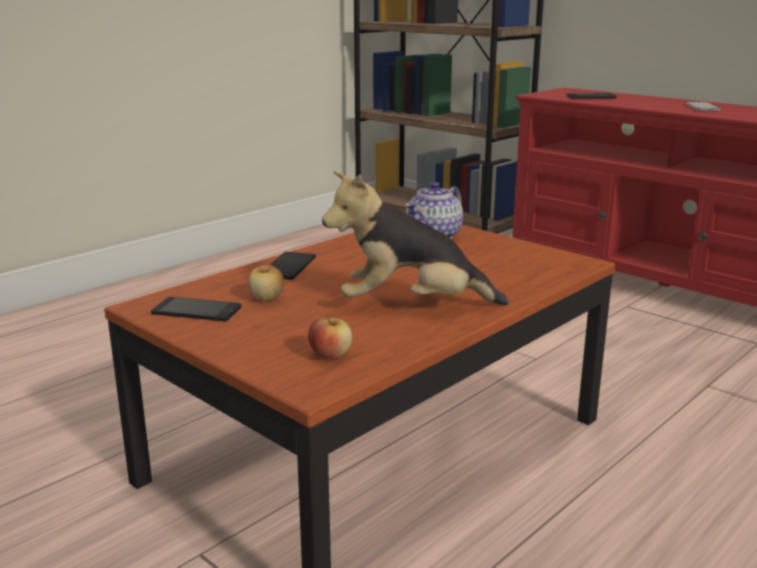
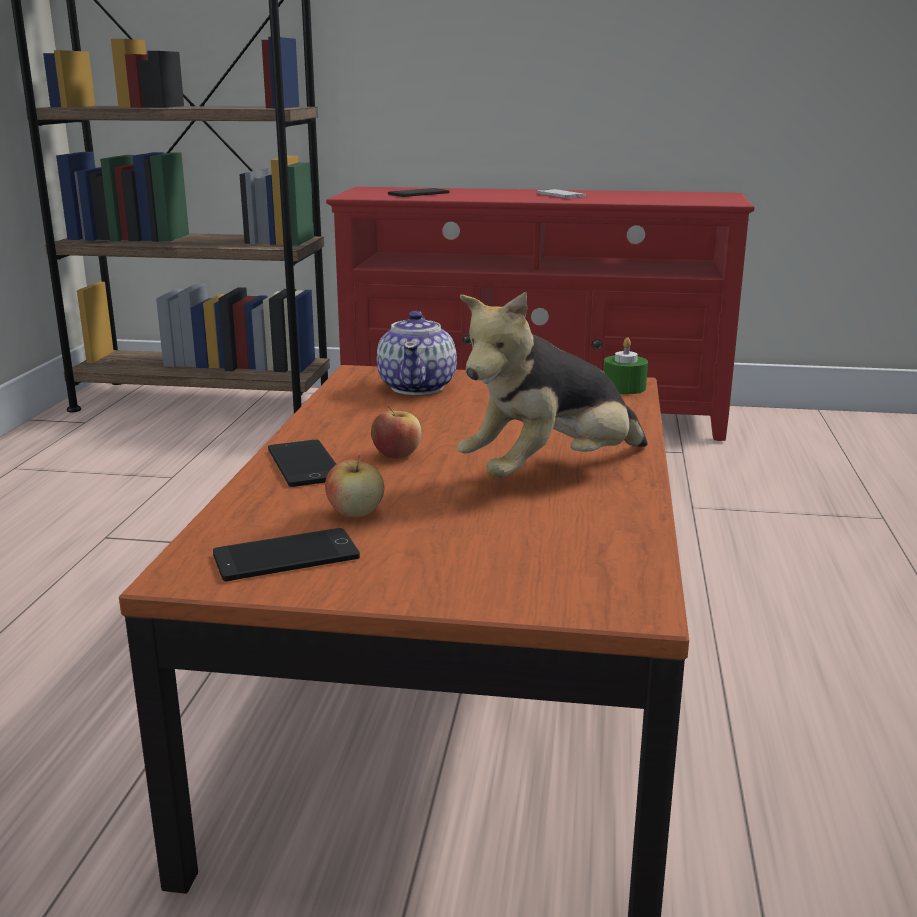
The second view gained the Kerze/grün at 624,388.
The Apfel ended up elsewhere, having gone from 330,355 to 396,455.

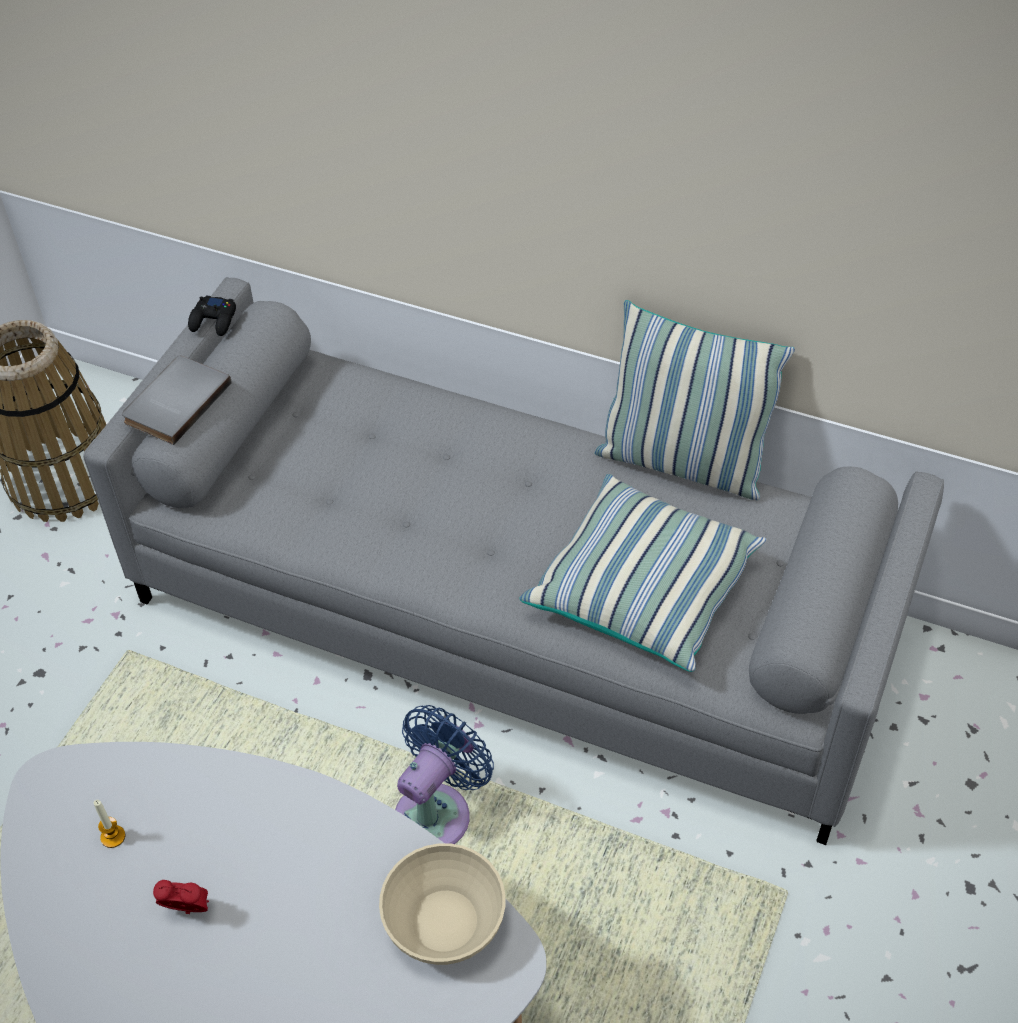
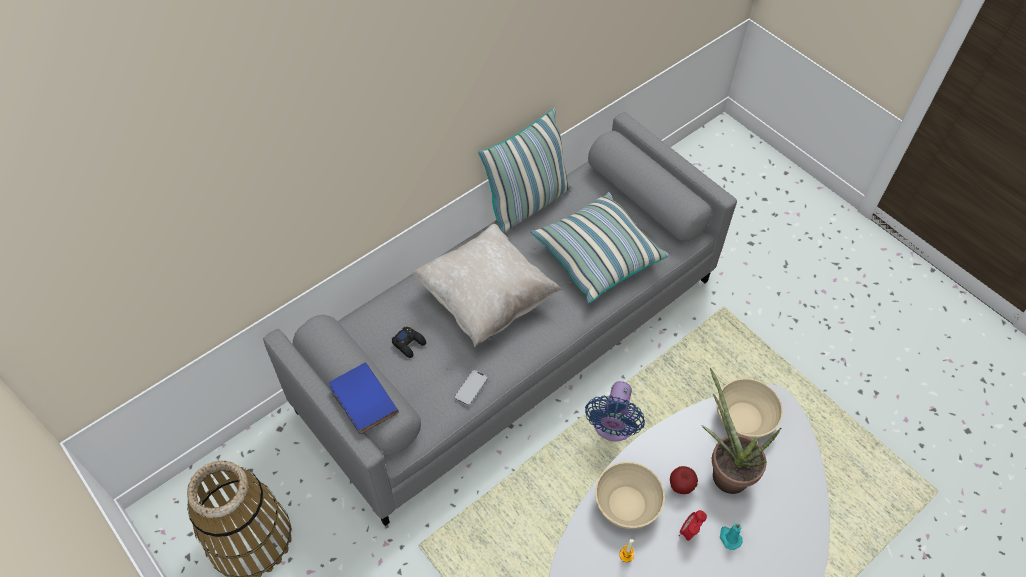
The second view gained the Kissen/beige at 486,299.
The second view gained the Handy at 471,388.
The second view gained the Schüssel/beige at 627,504.
The second view gained the Apfel at 680,487.
The second view gained the Topfpflanze at 724,470.
The second view gained the Kerze/türkis at 729,537.
The Gamepad/schwarz ended up elsewhere, having gone from 214,321 to 409,344.
What was the Buch/grau at 174,401 turned into the Buch/blau at 361,400.
The Ventilator/blau at 437,811 ended up facing another way, 135 degrees counterclockwise from before.

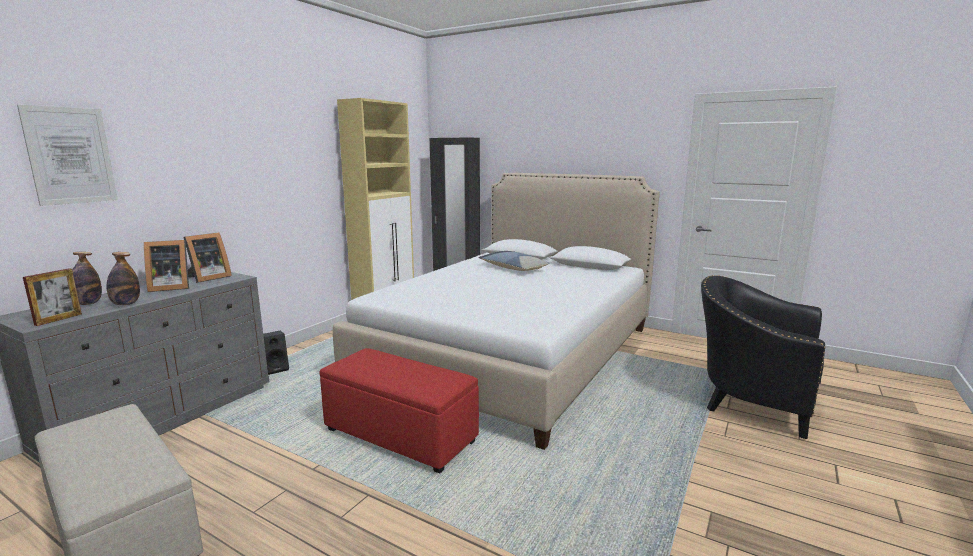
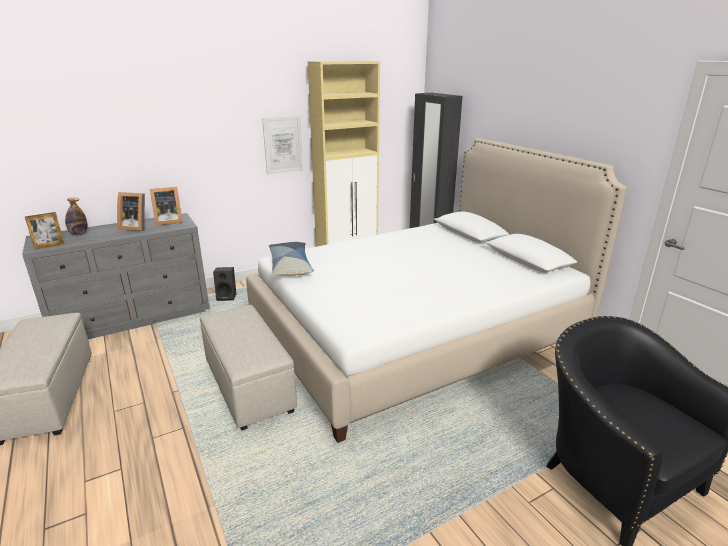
The second view lost the Flasche at 126,304.
The Bild ended up elsewhere, having gone from 70,156 to 283,145.
The Kissen ended up elsewhere, having gone from 513,268 to 290,266.
What was the Polsterhocker/rot at 401,436 turned into the Polsterhocker/beige at 249,386.

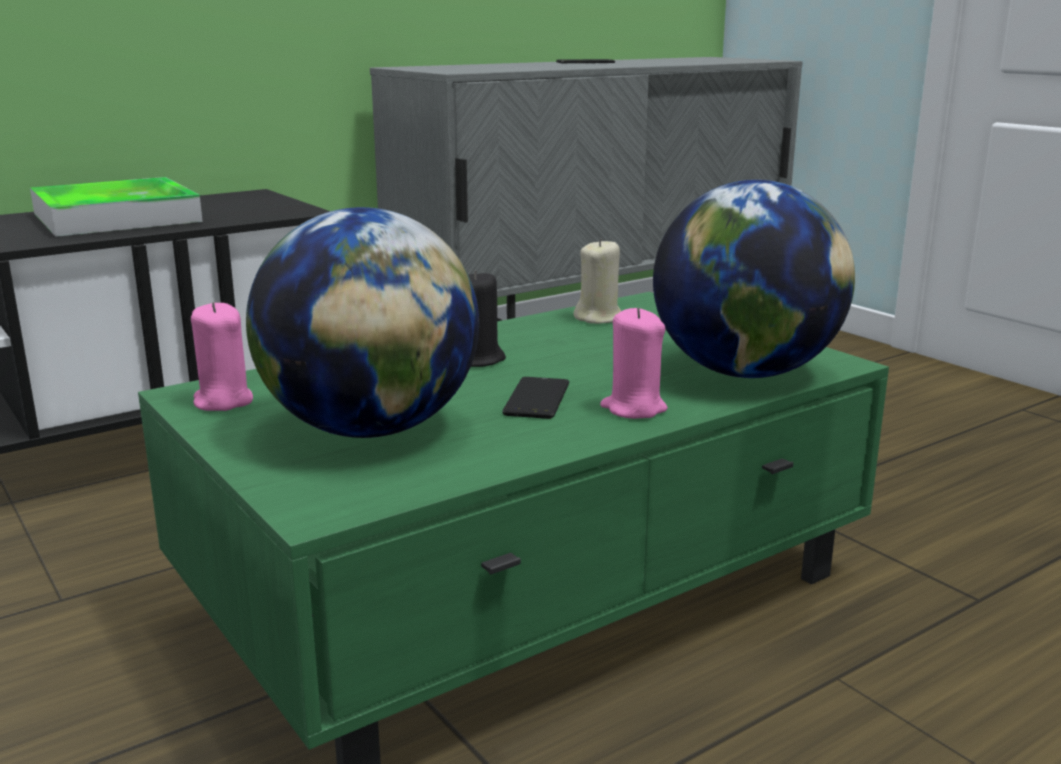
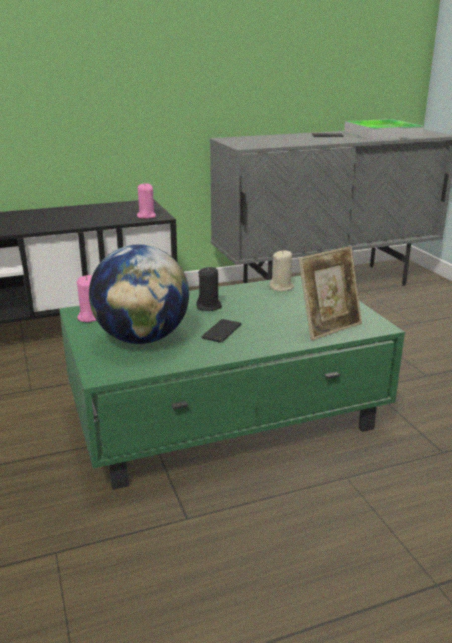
The Tablett ended up elsewhere, having gone from 116,217 to 382,134.
The Kerze/rosa ended up elsewhere, having gone from 633,408 to 146,216.
Where the Globus stood at 744,372, the Bilderrahmen came to stand at 328,327.

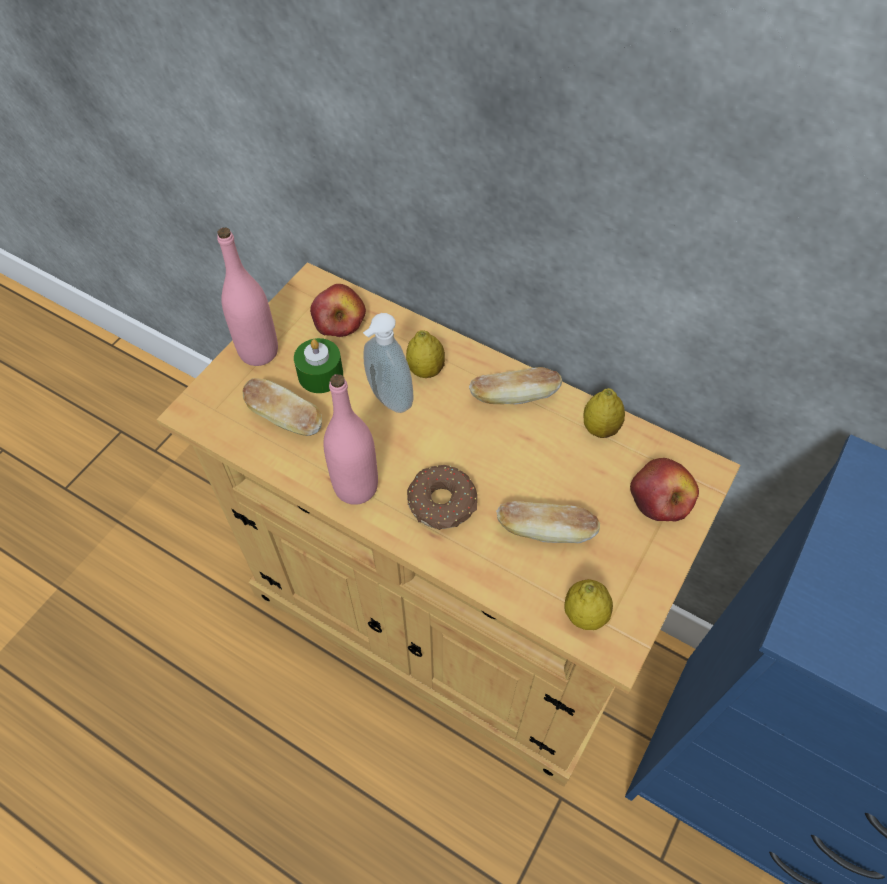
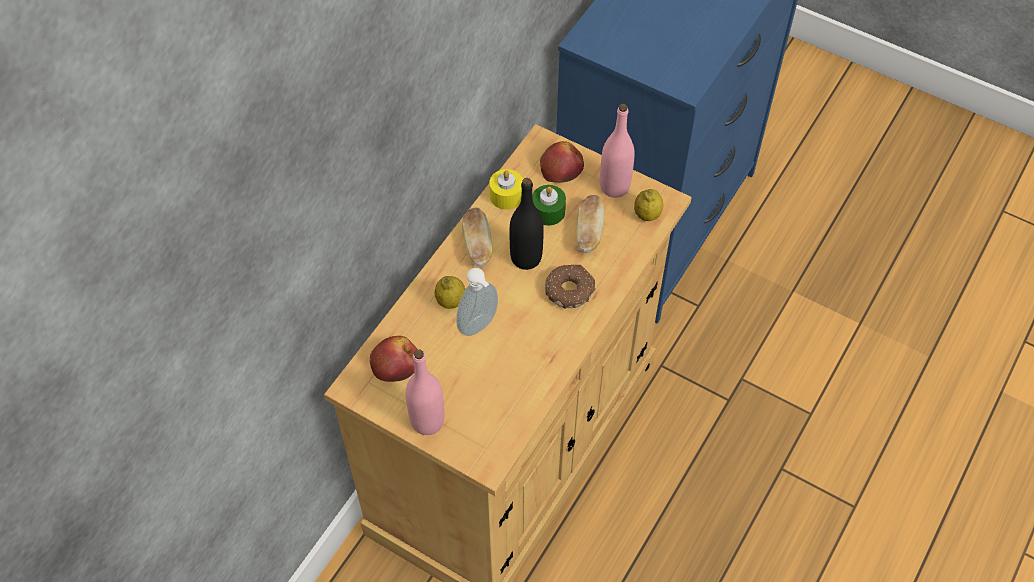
The second view lost the Brot at 285,418.
The second view gained the Flasche/schwarz at 526,258.
The Kerze/grün ended up elsewhere, having gone from 320,375 to 548,211.
The Flasche/rosa ended up elsewhere, having gone from 356,487 to 614,187.
Where the Zitrone stood at 600,428, the Kerze/gelb came to stand at 506,196.

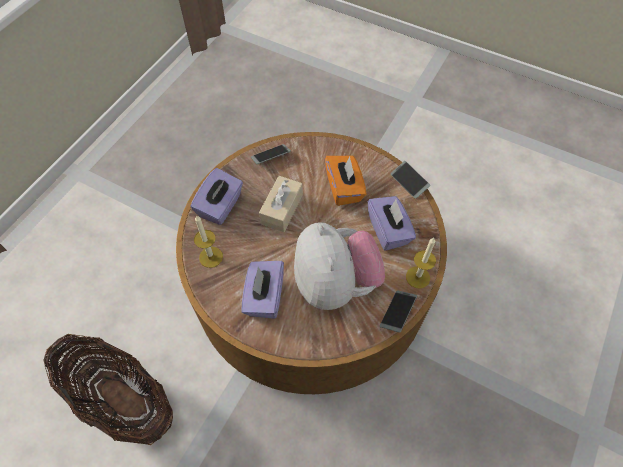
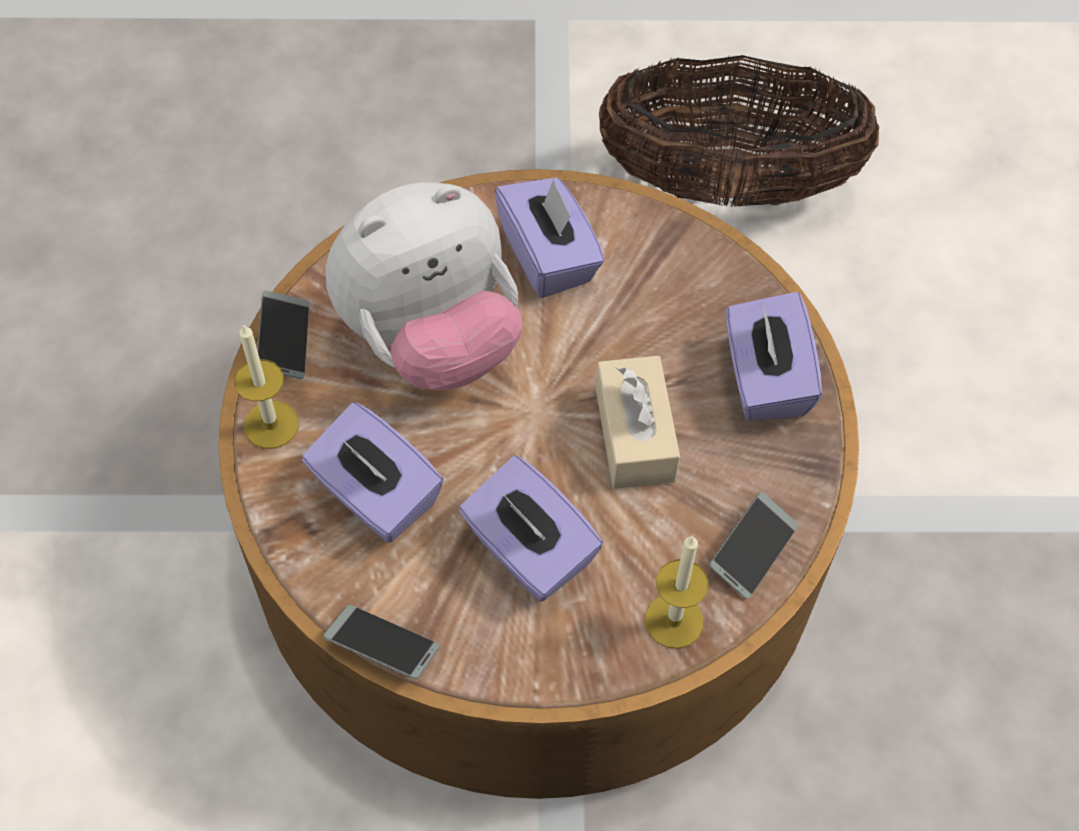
The Kerze ended up elsewhere, having gone from 211,257 to 674,621.
What was the Taschentuchbox/orange at 344,188 turned into the Taschentuchbox/lila at 528,551.
The Plüschtier at 335,283 ended up facing another way, 75 degrees counterclockwise from before.

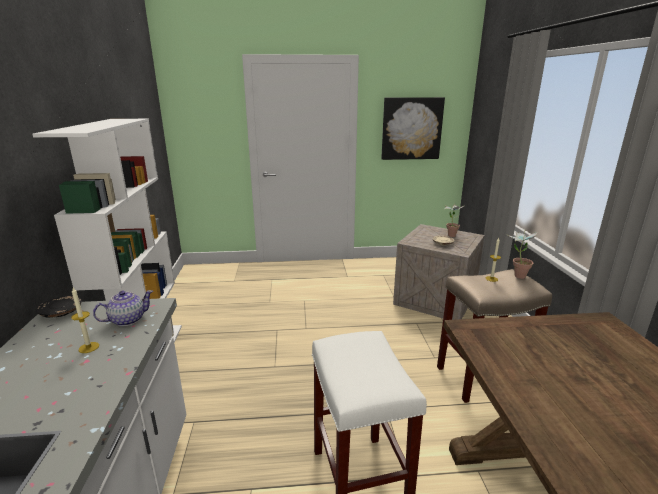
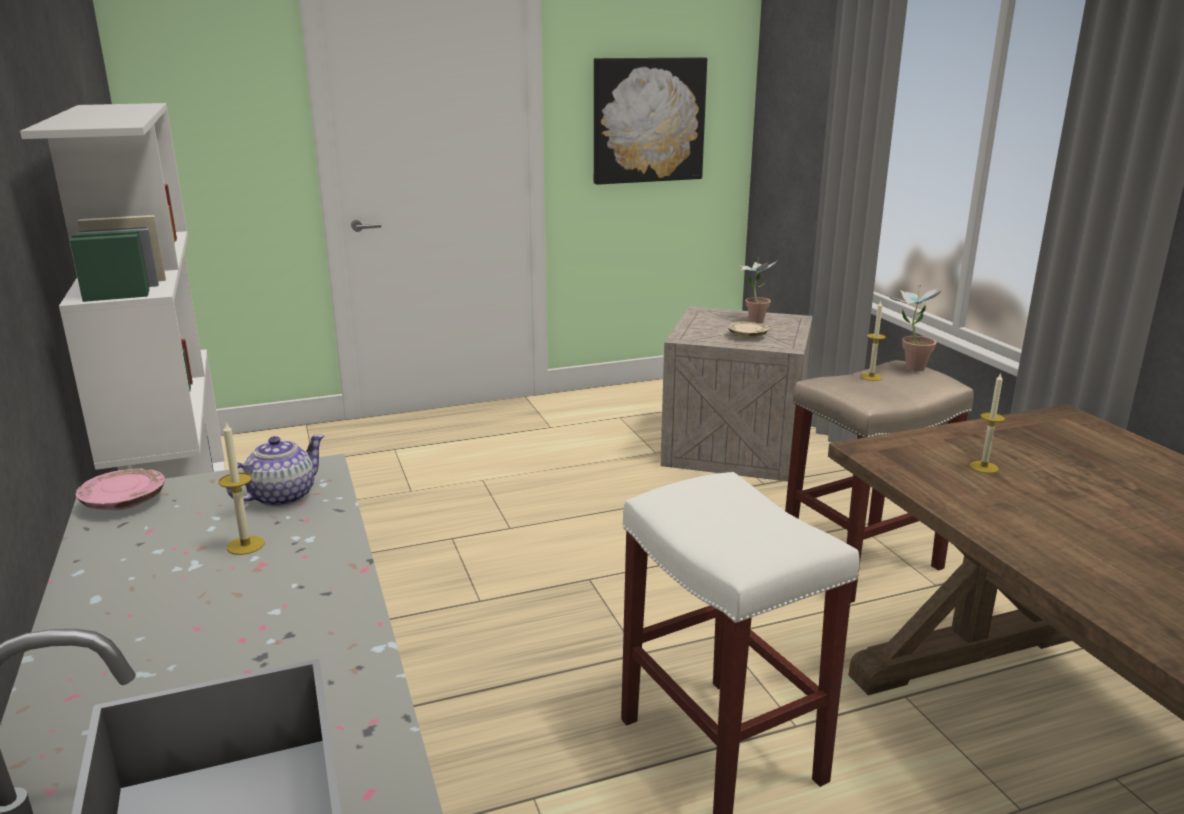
The second view gained the Kerze at 984,467.
What was the Teller/schwarz at 61,312 turned into the Teller/rosa at 124,502.

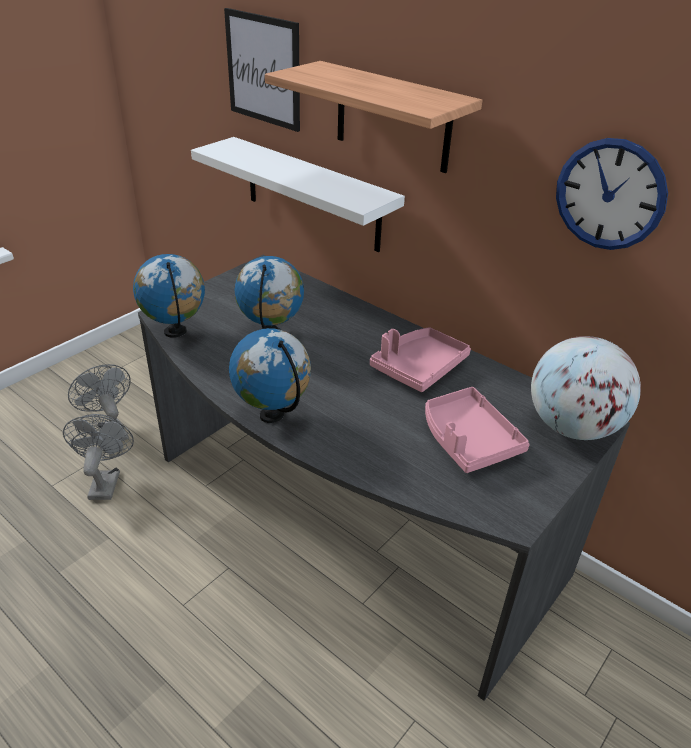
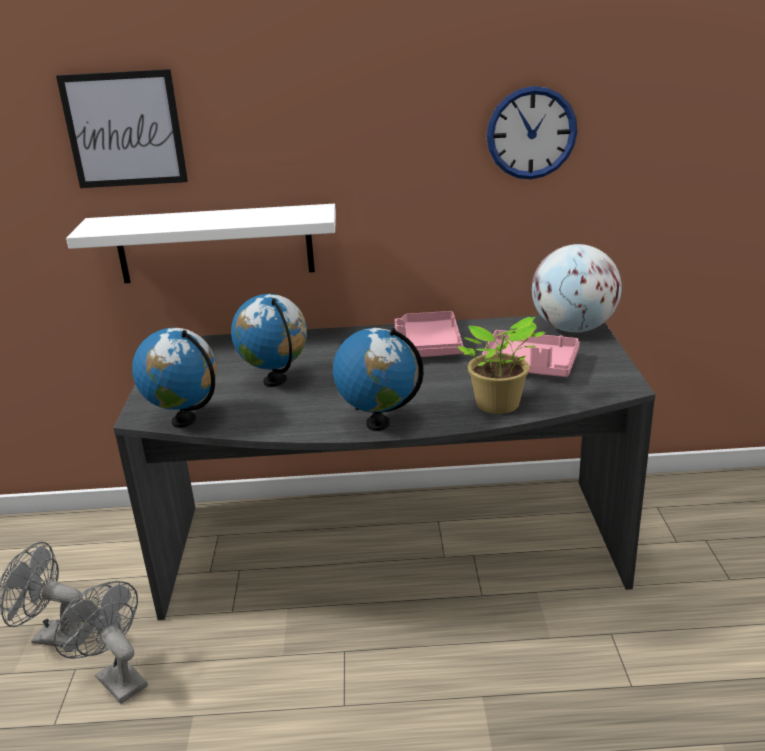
The second view lost the Wandregal at 392,117.
The second view gained the Topfpflanze at 498,406.

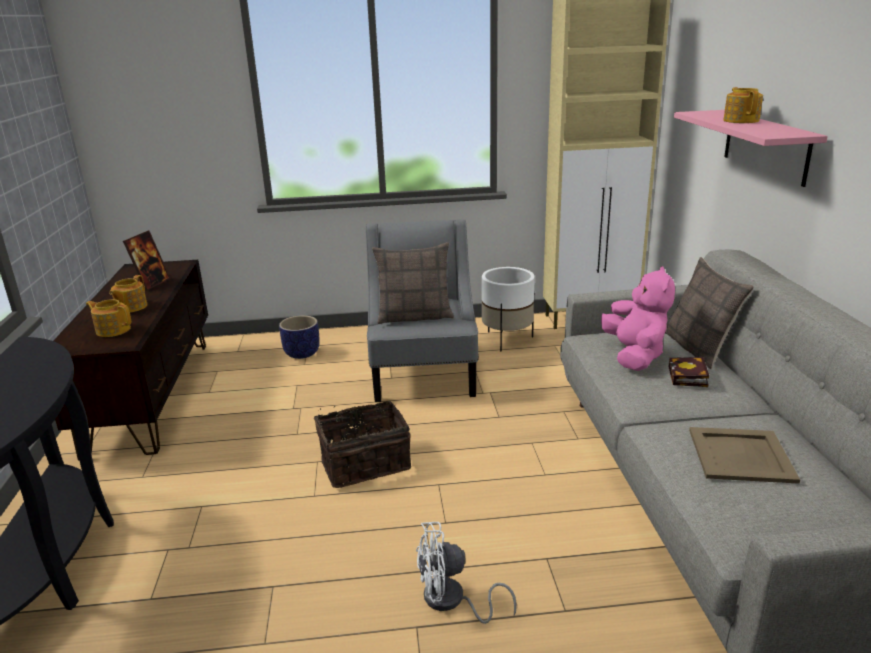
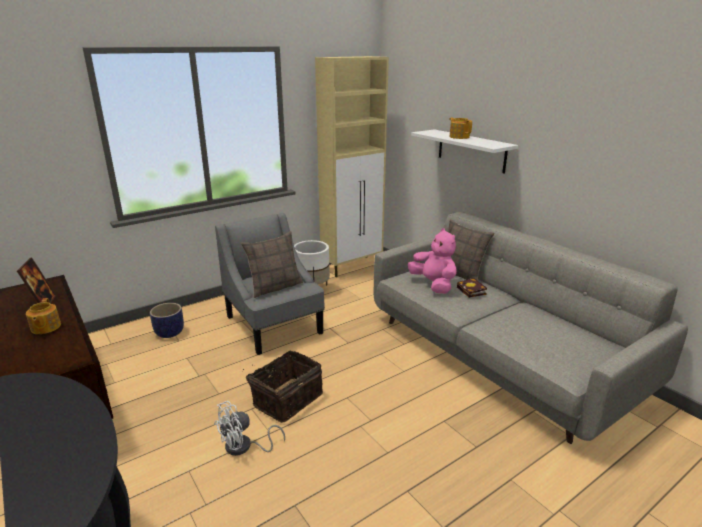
The second view lost the Teekanne at 113,330.
The second view lost the Tablett/beige at 741,455.
The Ventilator/weiß ended up elsewhere, having gone from 451,601 to 244,447.
What was the Wandregal/rosa at 765,146 turned into the Wandregal/weiß at 471,150.

